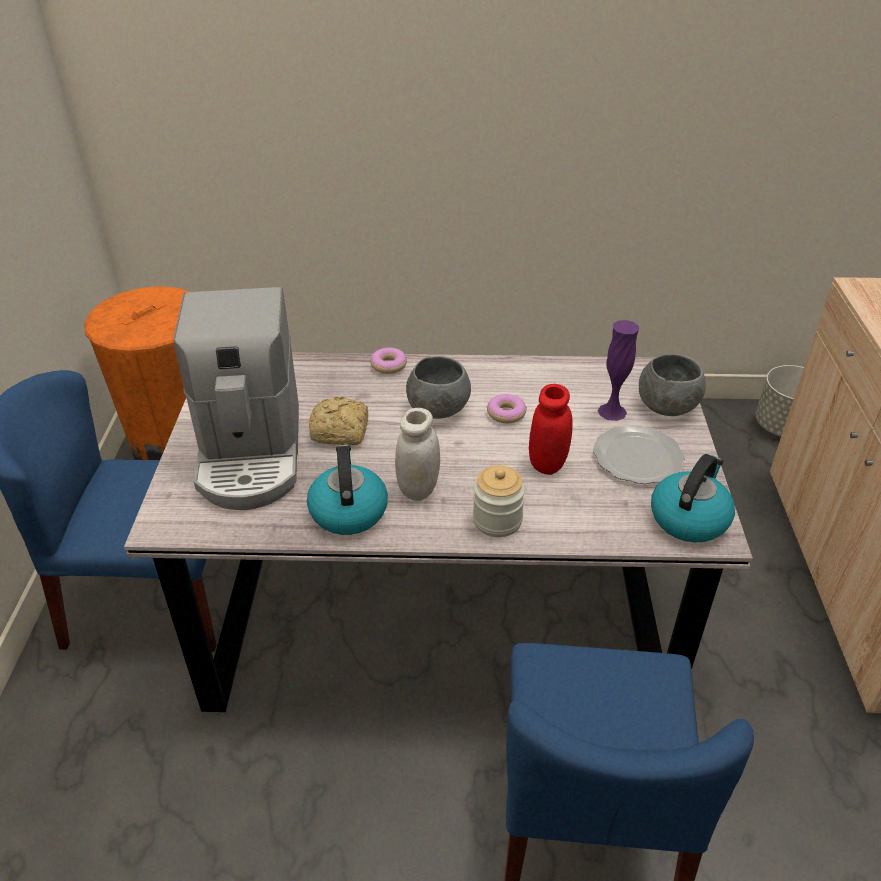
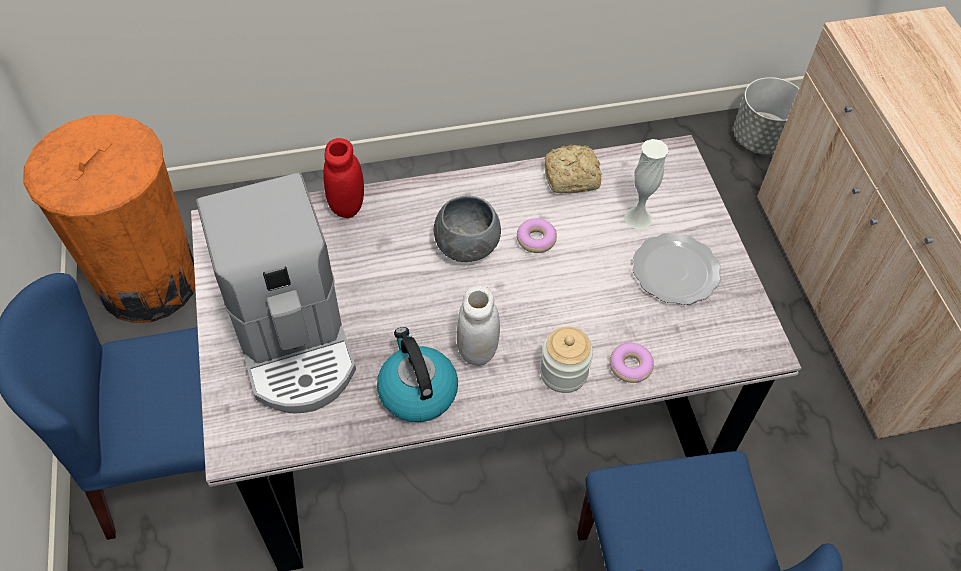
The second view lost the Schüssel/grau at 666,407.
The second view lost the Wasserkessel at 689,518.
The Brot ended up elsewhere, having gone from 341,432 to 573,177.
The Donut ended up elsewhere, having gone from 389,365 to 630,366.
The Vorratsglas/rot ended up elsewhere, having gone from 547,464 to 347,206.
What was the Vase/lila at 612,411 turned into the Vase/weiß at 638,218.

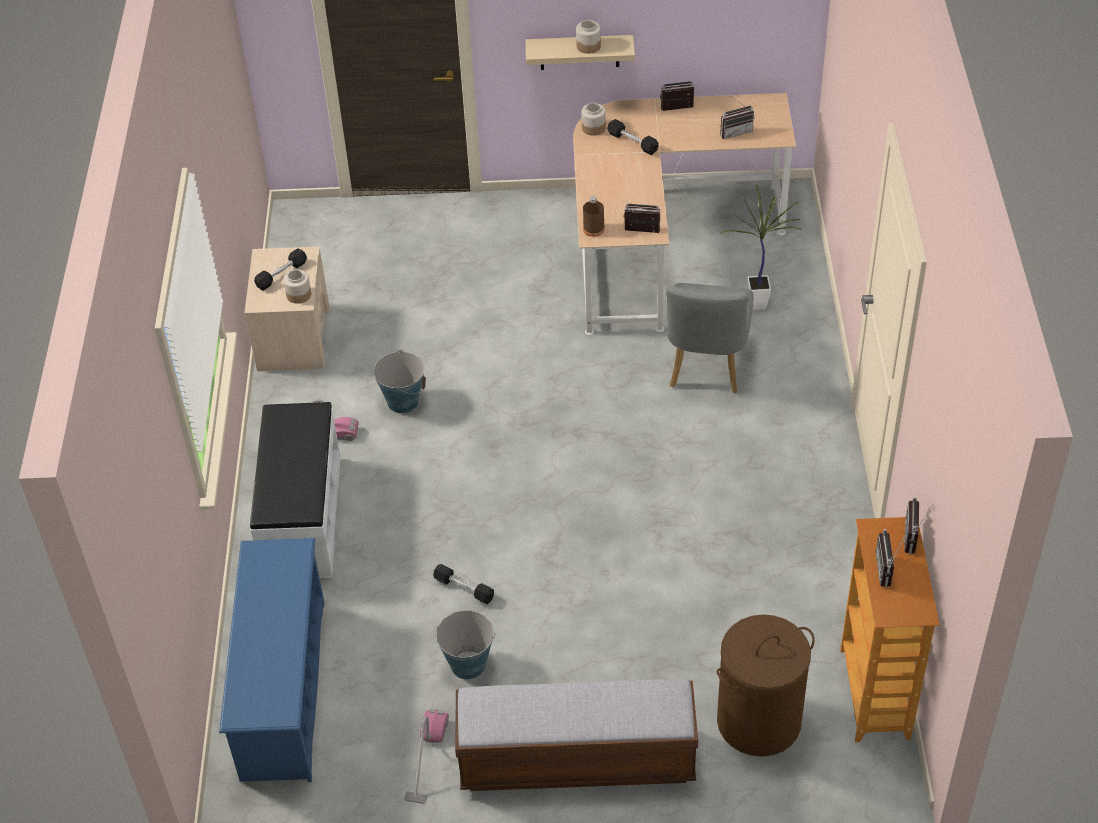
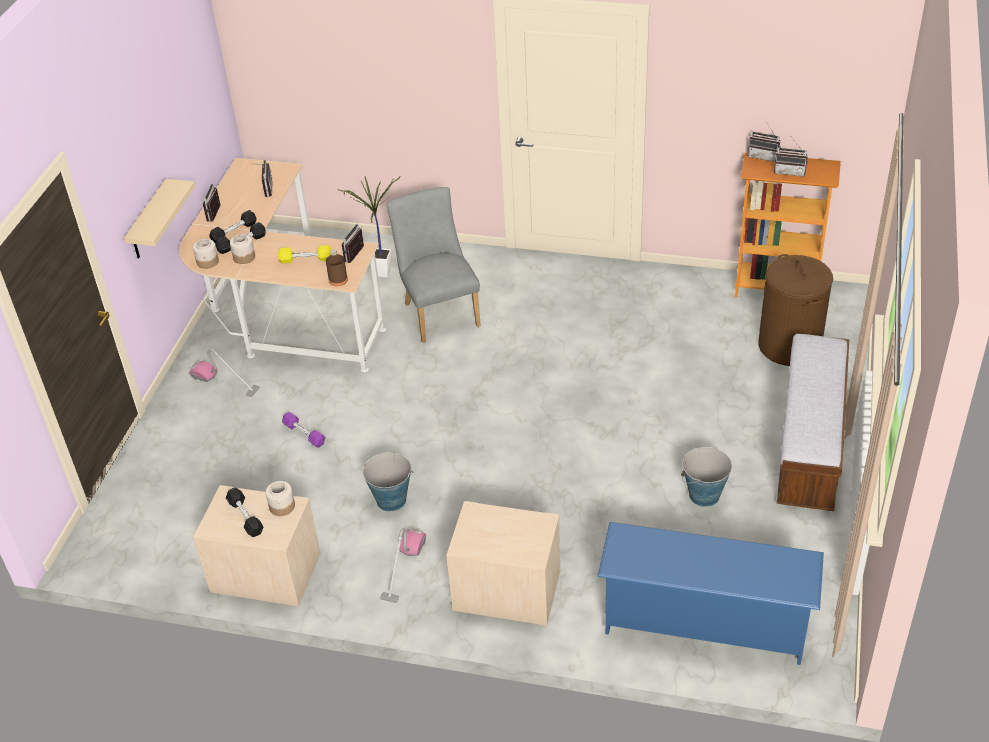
The second view gained the Hantel/gelb at 306,259.
The second view gained the Hantel/lila at 304,434.
The Staubsauger ended up elsewhere, having gone from 426,758 to 225,382.
The Hantel/schwarz ended up elsewhere, having gone from 464,589 to 234,232.
The Vorratsglas ended up elsewhere, having gone from 588,46 to 244,257.
Where the Bank/weiß stood at 301,517, the Nachttisch/beige came to stand at 506,590.
The Stuhl/grau at 706,368 ended up facing another way, 135 degrees counterclockwise from before.

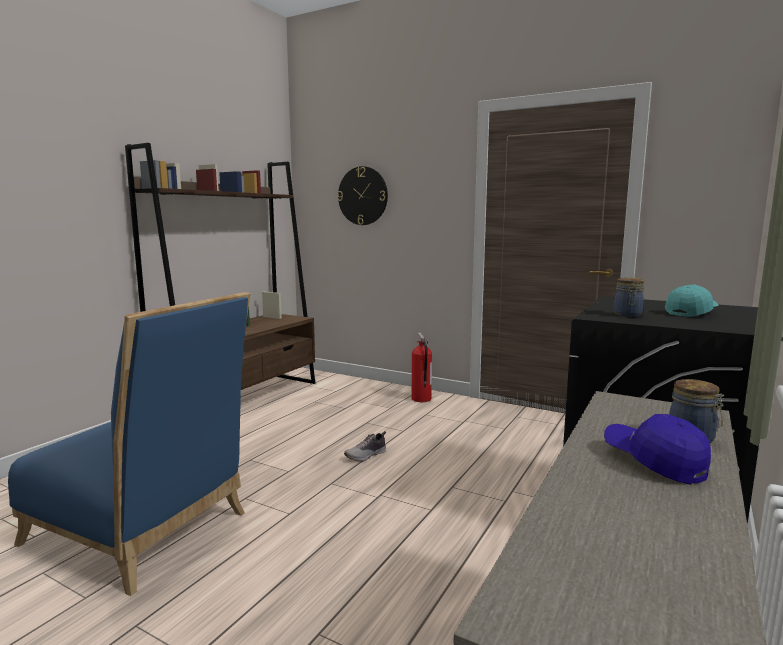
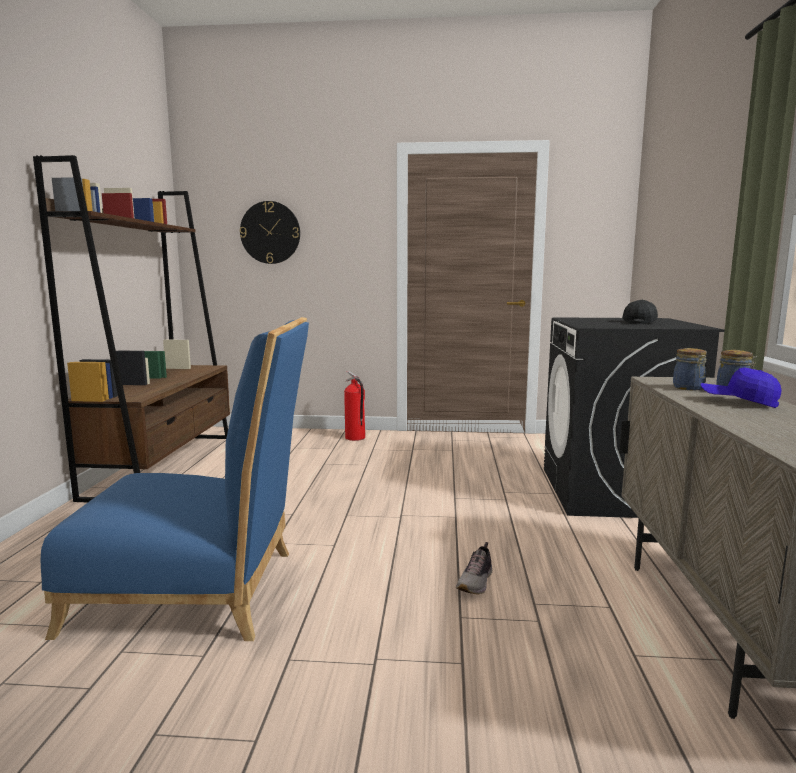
The Schuh ended up elsewhere, having gone from 366,455 to 476,582.
The Vorratsglas ended up elsewhere, having gone from 627,315 to 689,388.
What was the Kappe/türkis at 691,313 turned into the Kappe/schwarz at 640,322.

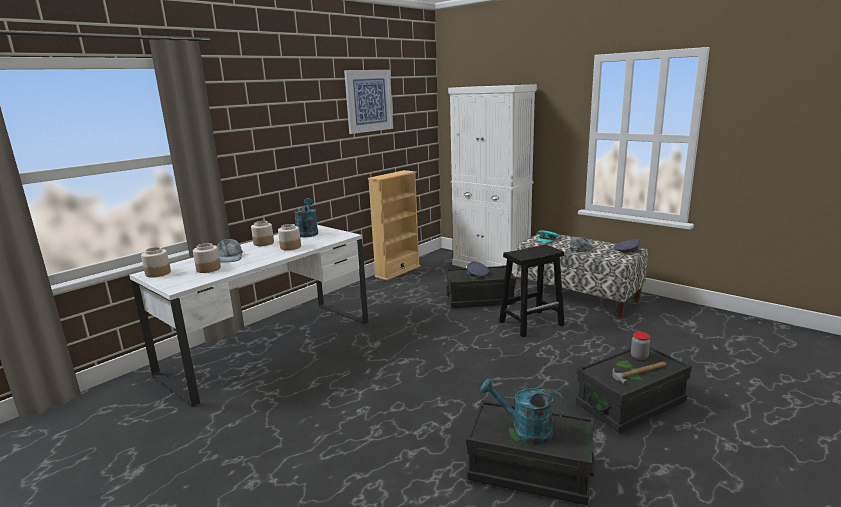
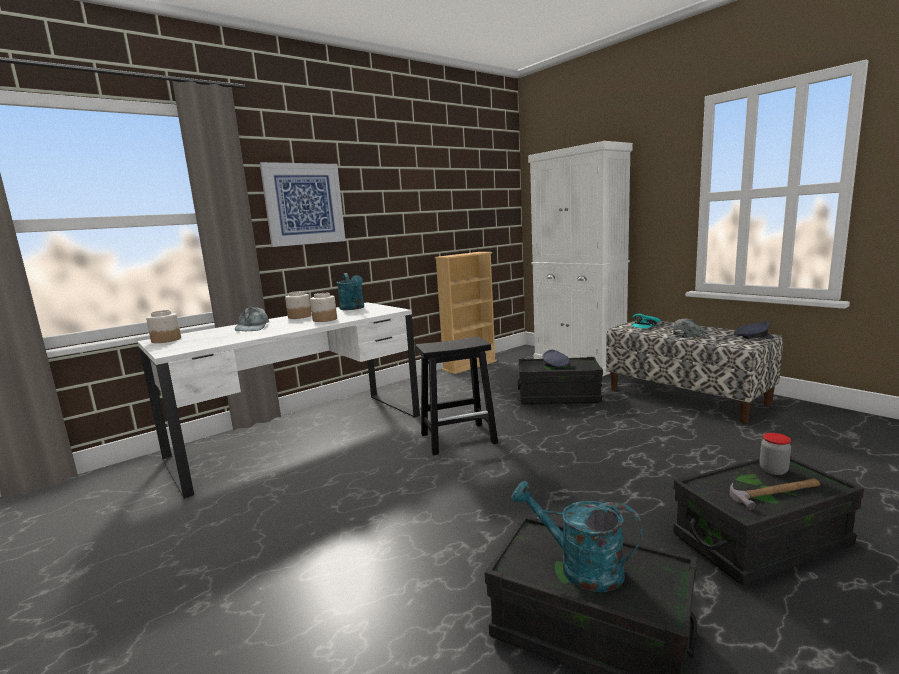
The second view lost the Vorratsglas at 208,269.
The Bild ended up elsewhere, having gone from 369,101 to 304,204.
The Hocker/schwarz ended up elsewhere, having gone from 532,323 to 459,438.
The Gießkanne/türkis at 307,232 ended up facing another way, 150 degrees clockwise from before.

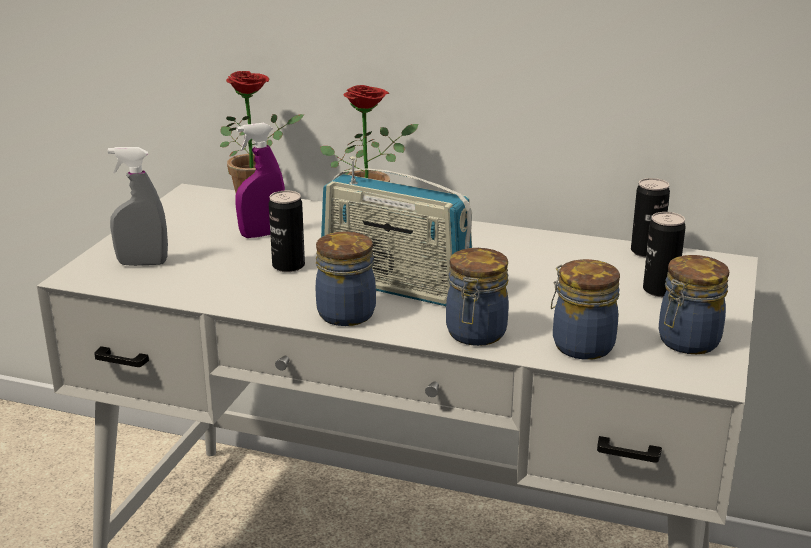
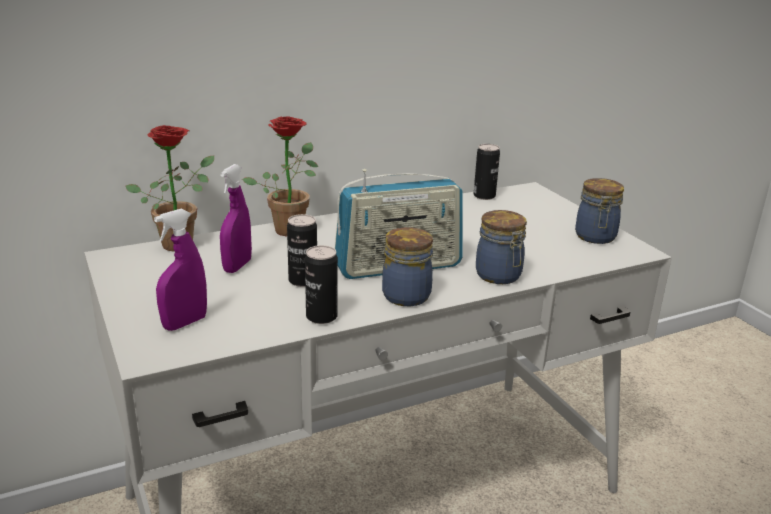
The second view lost the Vorratsglas at 580,345.
The Dose ended up elsewhere, having gone from 660,290 to 321,317.
What was the Sprühflasche/grau at 142,263 turned into the Sprühflasche/lila at 185,323.

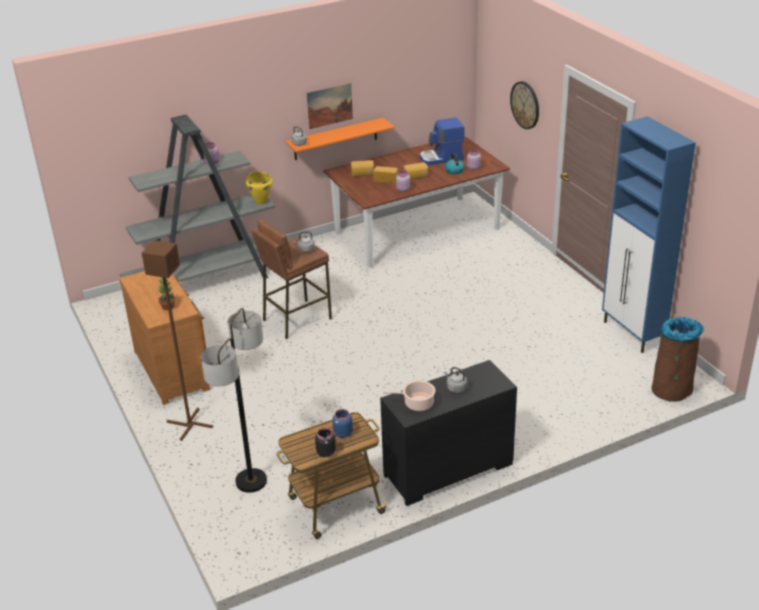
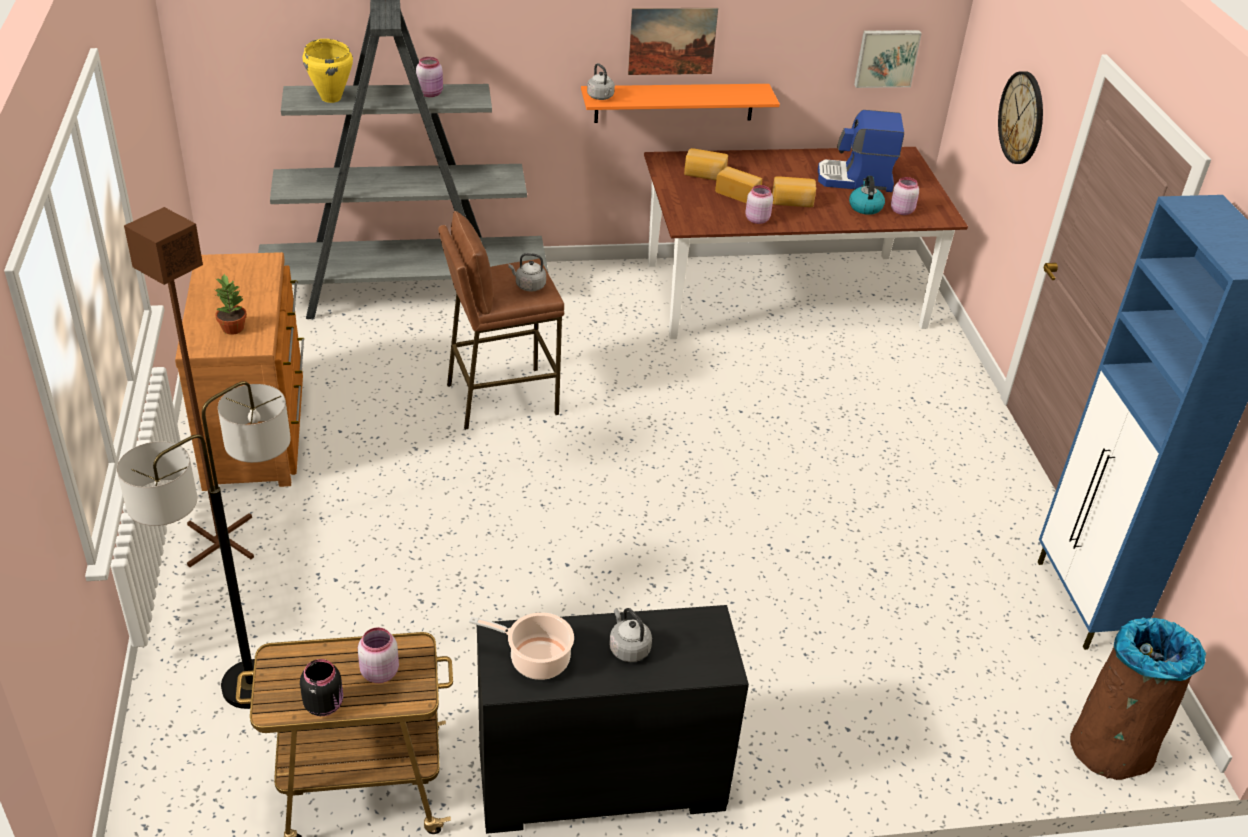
The second view gained the Bild at 886,57.
The Kochtopf/gelb ended up elsewhere, having gone from 261,202 to 331,98.
What was the Vorratsglas/blau at 342,433 turned into the Vorratsglas/rosa at 378,672.

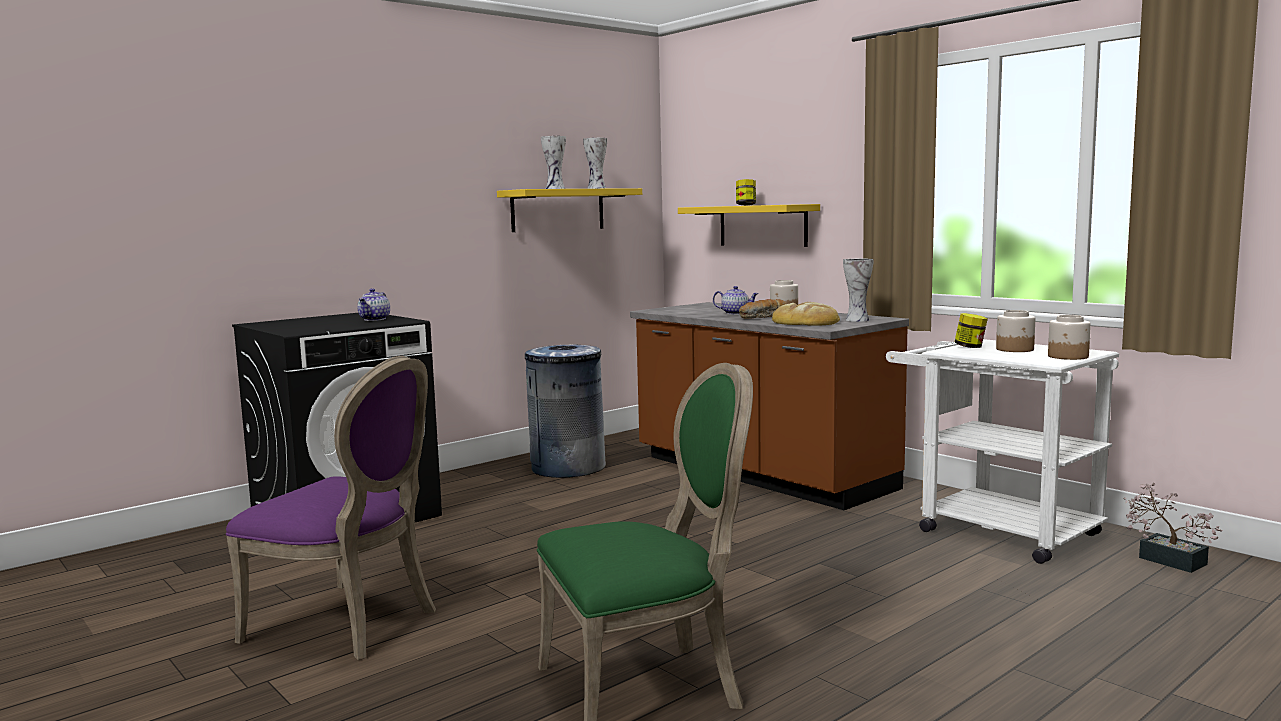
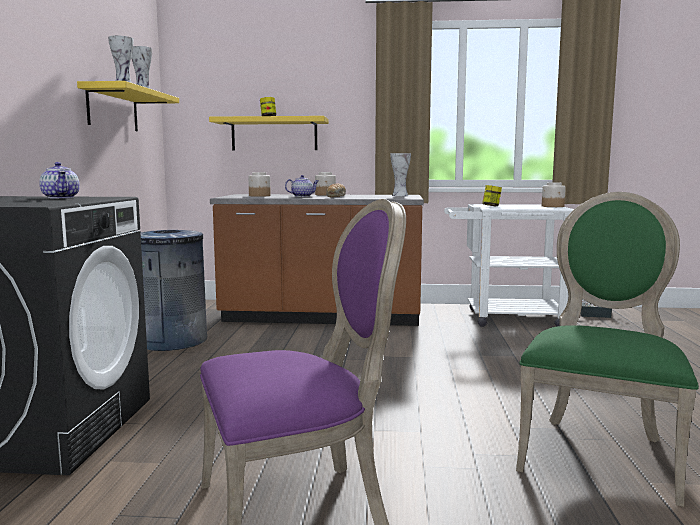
The second view lost the Brot at 805,322.
The Vorratsglas ended up elsewhere, having gone from 1015,349 to 260,196.

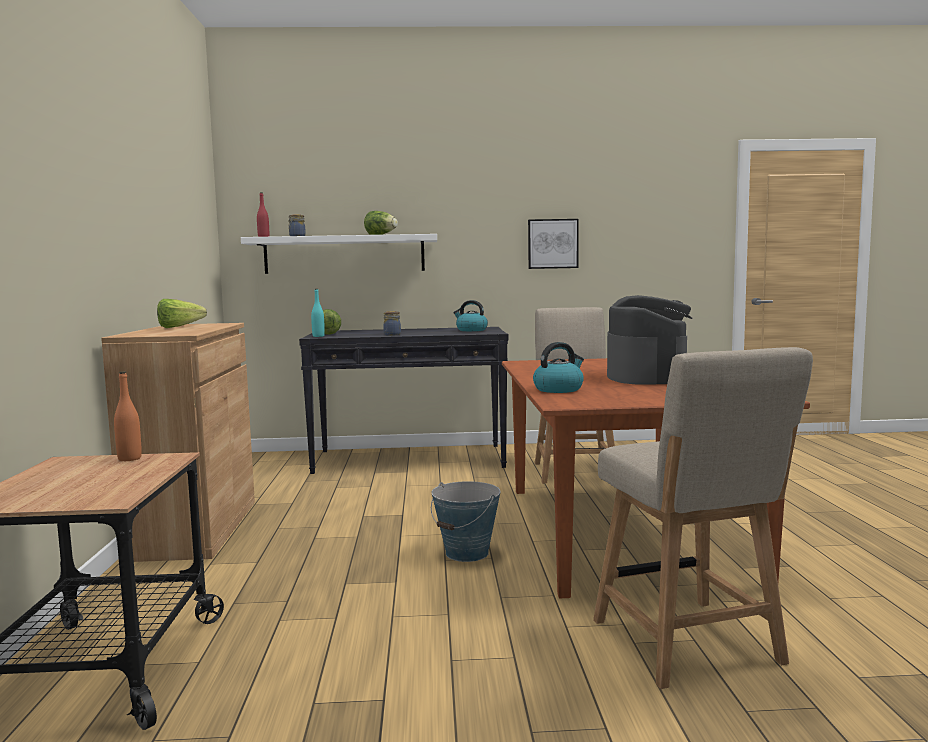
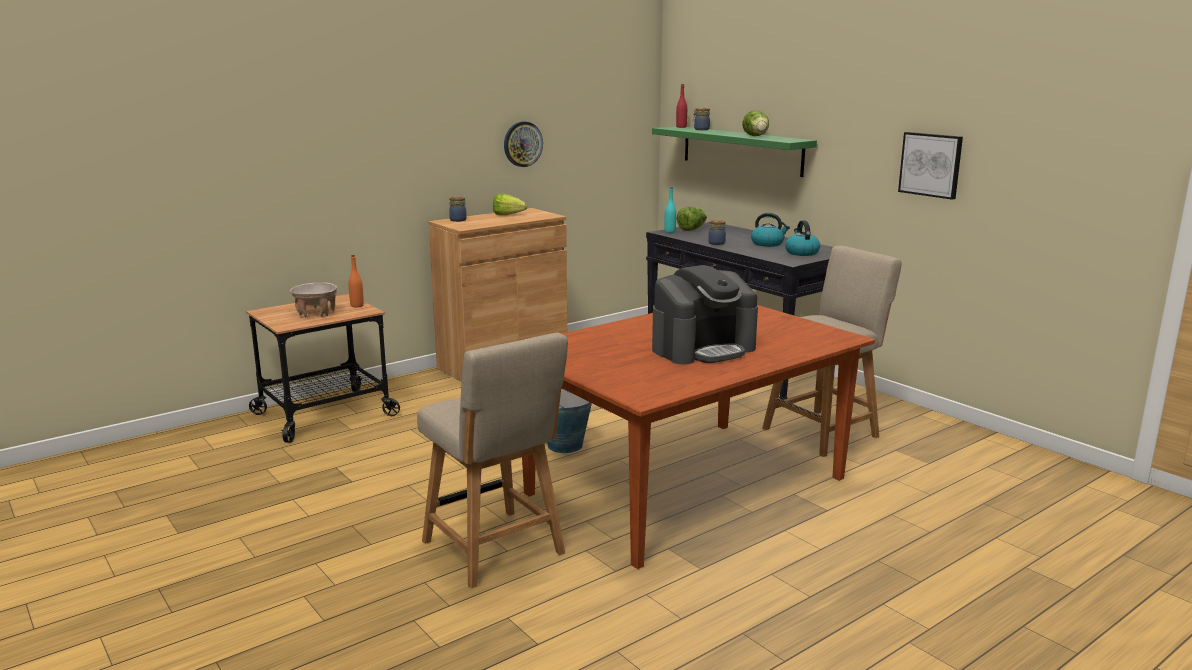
The second view gained the Schüssel/beige at 316,313.
The second view gained the Vorratsglas at 458,220.
The second view gained the Wanduhr at 522,144.
The Wasserkessel ended up elsewhere, having gone from 558,389 to 768,244.
What was the Wandregal/weiß at 344,254 turned into the Wandregal/grün at 741,150.
The Stuhl/beige at 690,646 ended up facing another way, 75 degrees counterclockwise from before.

